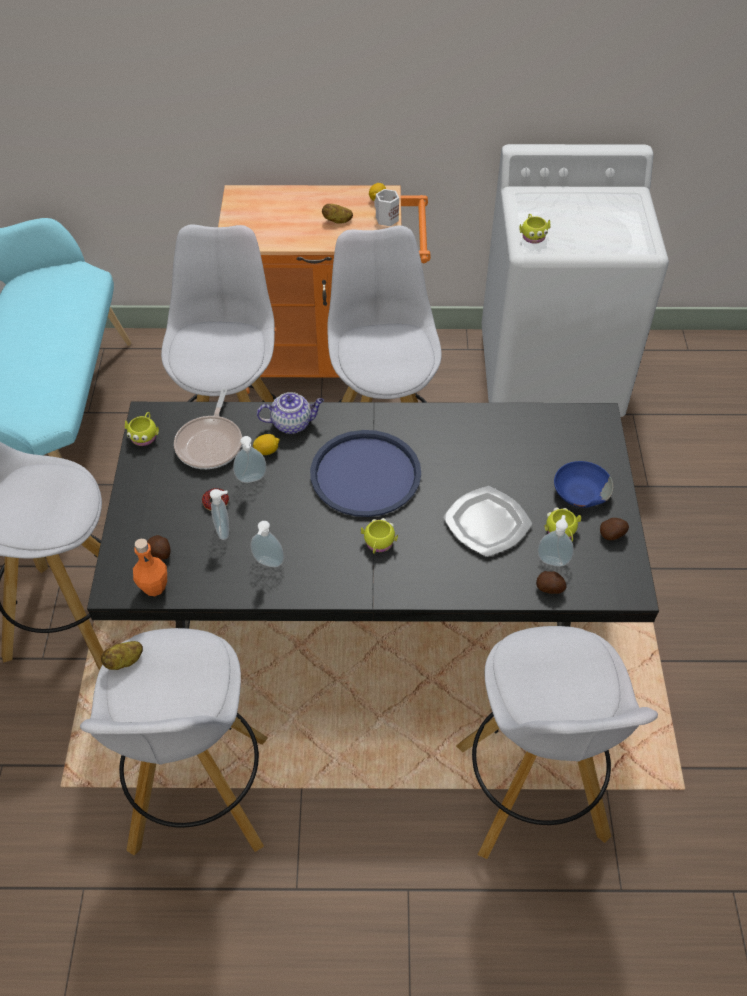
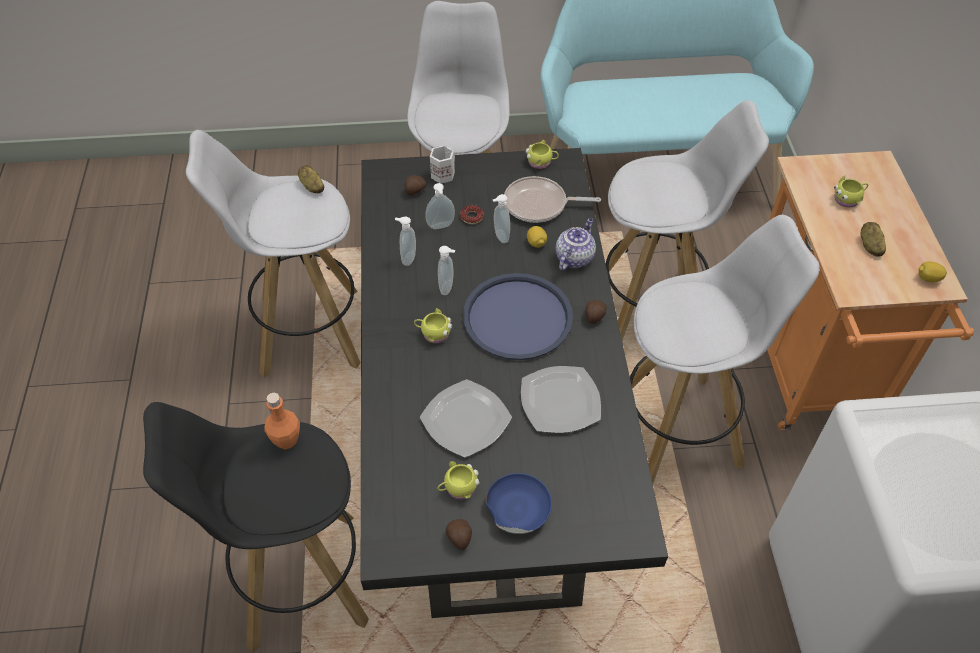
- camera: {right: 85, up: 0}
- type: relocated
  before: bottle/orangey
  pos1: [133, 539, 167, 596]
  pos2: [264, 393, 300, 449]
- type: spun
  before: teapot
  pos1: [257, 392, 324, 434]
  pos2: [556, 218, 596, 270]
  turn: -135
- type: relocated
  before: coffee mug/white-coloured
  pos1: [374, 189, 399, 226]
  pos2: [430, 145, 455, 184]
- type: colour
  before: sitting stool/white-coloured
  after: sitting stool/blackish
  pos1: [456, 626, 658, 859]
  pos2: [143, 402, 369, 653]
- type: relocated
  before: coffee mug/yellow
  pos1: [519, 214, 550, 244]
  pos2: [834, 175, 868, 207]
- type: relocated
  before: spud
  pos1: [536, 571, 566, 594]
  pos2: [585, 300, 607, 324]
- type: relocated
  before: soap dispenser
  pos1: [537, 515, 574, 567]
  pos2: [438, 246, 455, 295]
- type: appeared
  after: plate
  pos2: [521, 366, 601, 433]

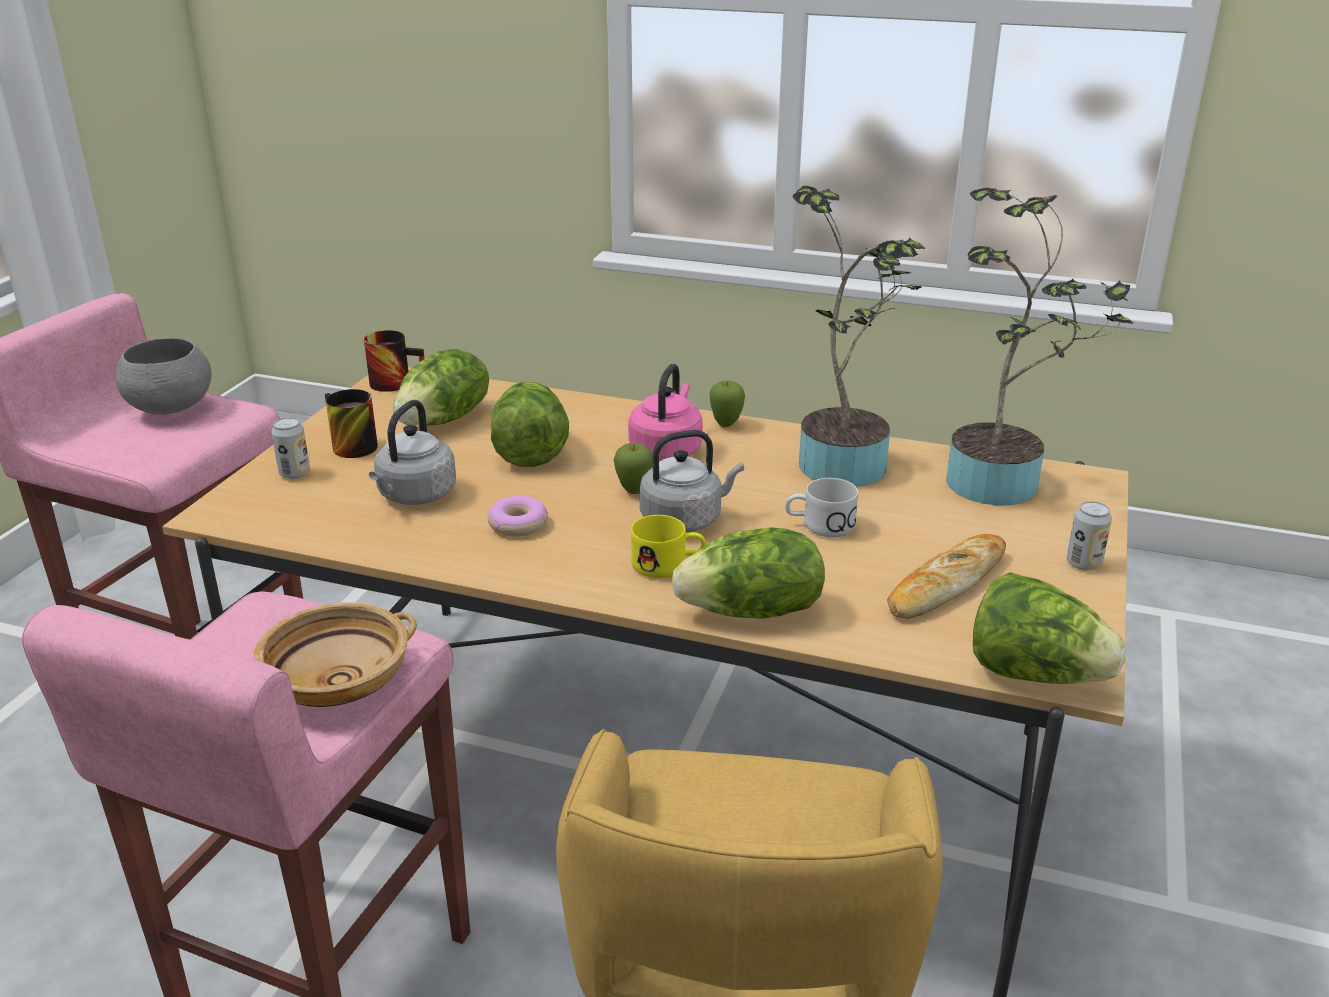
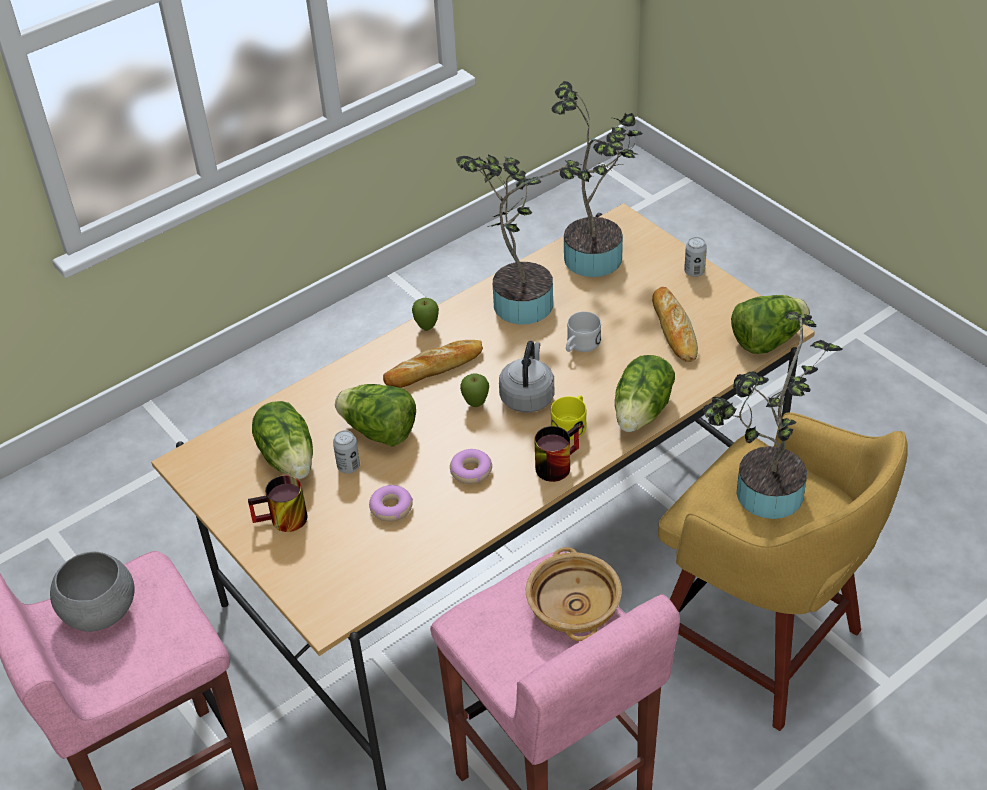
- camera: {right: -55, up: 15}
- type: relocated
  before: sealed can
  pos1: [271, 417, 310, 479]
  pos2: [333, 430, 360, 473]
- type: relocated
  before: coffee mug
  pos1: [364, 330, 424, 392]
  pos2: [534, 425, 579, 482]
- type: exchanged
  before: water kettle/grey
  after: ring doughnut
  pos1: [369, 400, 456, 505]
  pos2: [369, 485, 413, 522]
- type: exchanged
  before: water kettle/pink
  after: baked bread
  pos1: [628, 364, 703, 461]
  pos2: [383, 340, 483, 388]
- type: appeared
  after: houseplant
  pos2: [703, 312, 843, 519]

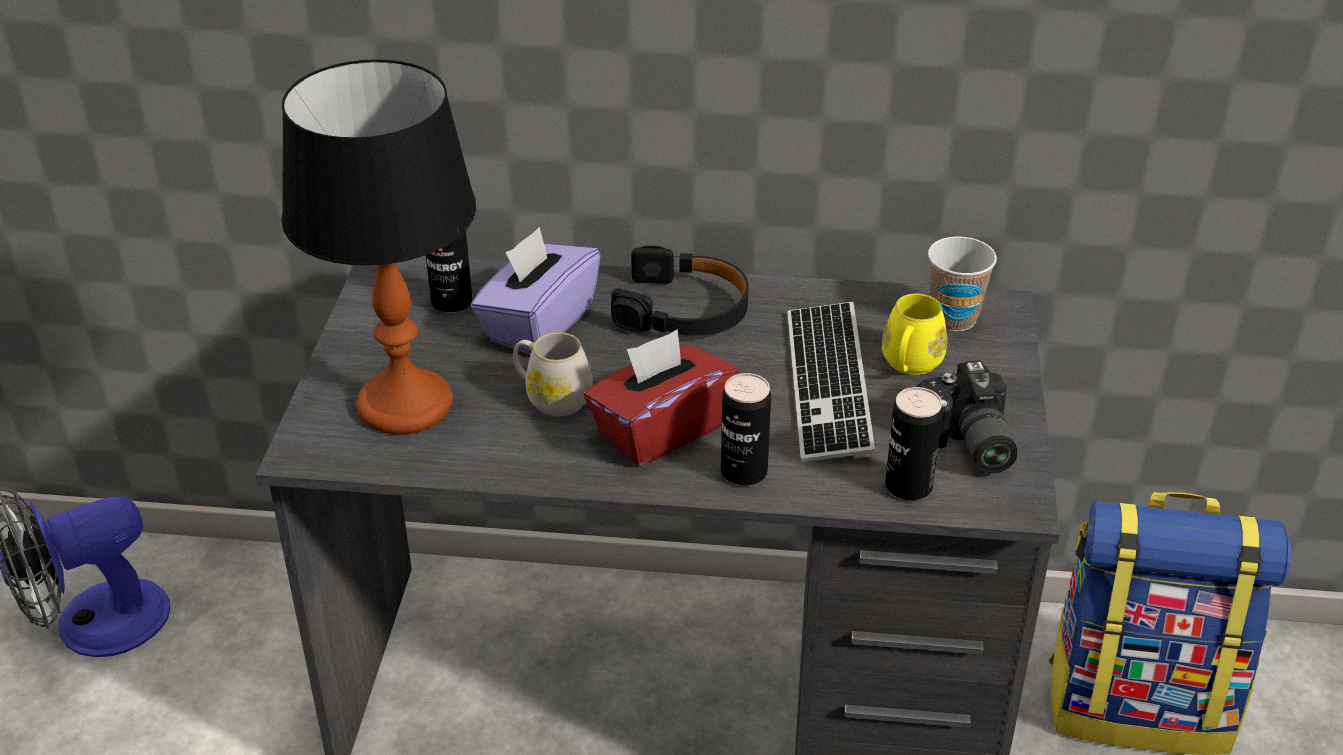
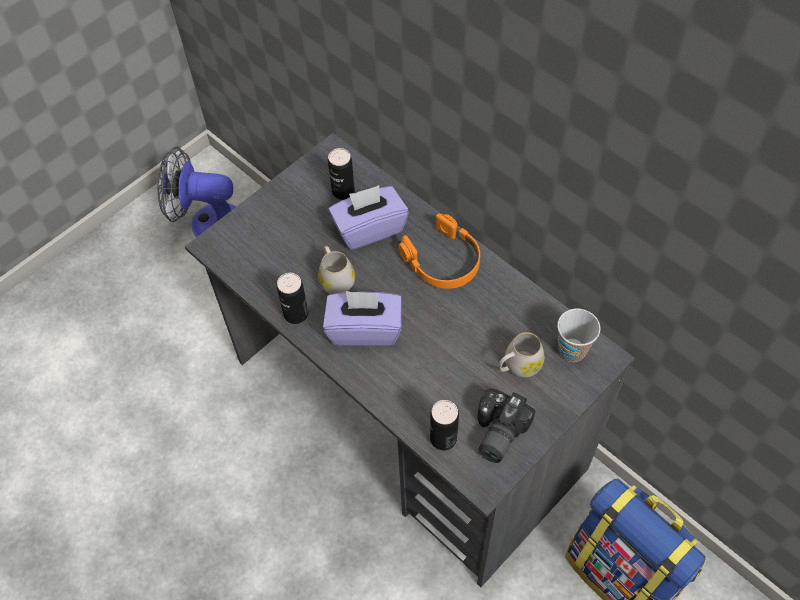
- camera: {right: 40, up: 20}
- type: missing
  before: lamp for a table
  pos1: [281, 59, 477, 434]
- type: colour
  before: box of tissues/reddish
  after: box of tissues/purple-coloured
  pos1: [584, 329, 739, 466]
  pos2: [323, 291, 402, 346]
- type: colour
  before: headphones/blackish
  after: headphones/orangey
  pos1: [611, 246, 749, 336]
  pos2: [398, 213, 480, 289]
- type: relocated
  before: sealed can
  pos1: [721, 373, 771, 486]
  pos2: [277, 273, 308, 324]
- type: missing
  before: PC keyboard
  pos1: [787, 302, 875, 462]
- type: colour
  before: coffee mug/yellow
  after: coffee mug/white-coloured
  pos1: [882, 293, 947, 375]
  pos2: [498, 332, 544, 377]

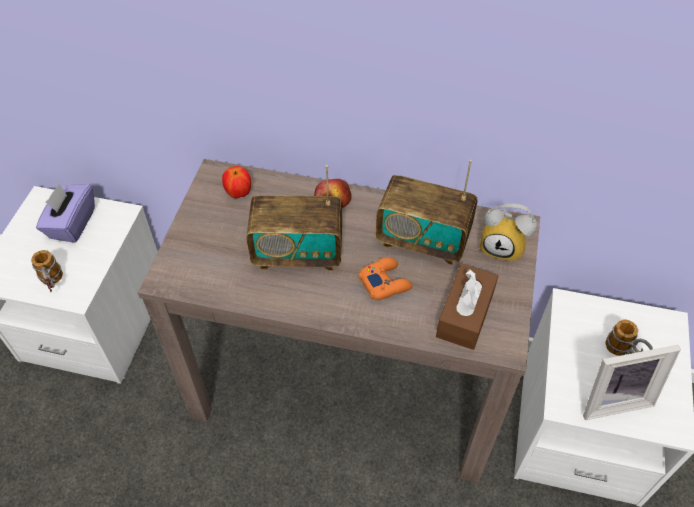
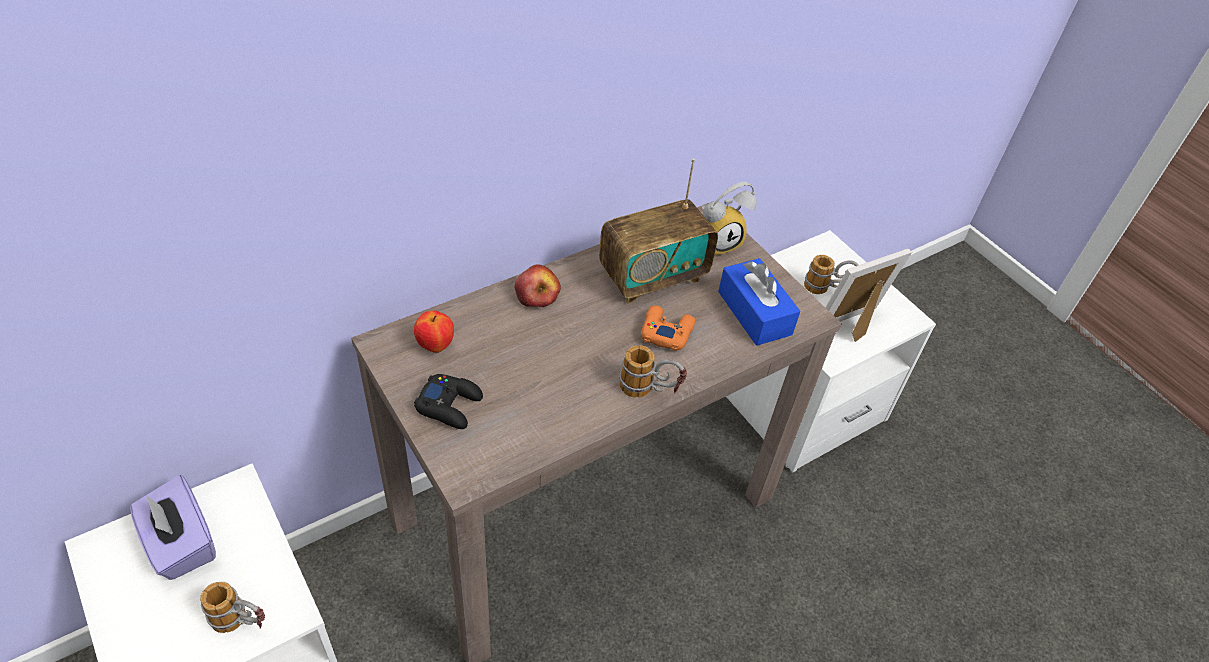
- camera: {right: -50, up: -5}
- type: missing
  before: radio
  pos1: [246, 165, 342, 271]
- type: colour
  before: box of tissues/brownish
  after: box of tissues/blue-coloured
  pos1: [436, 264, 498, 350]
  pos2: [718, 258, 800, 346]
- type: spun
  before: standing frame
  pos1: [583, 345, 681, 420]
  pos2: [825, 248, 912, 342]
  turn: -150
- type: appeared
  after: joypad/blackish
  pos2: [414, 374, 483, 429]
- type: appeared
  after: coffee mug
  pos2: [619, 345, 687, 398]

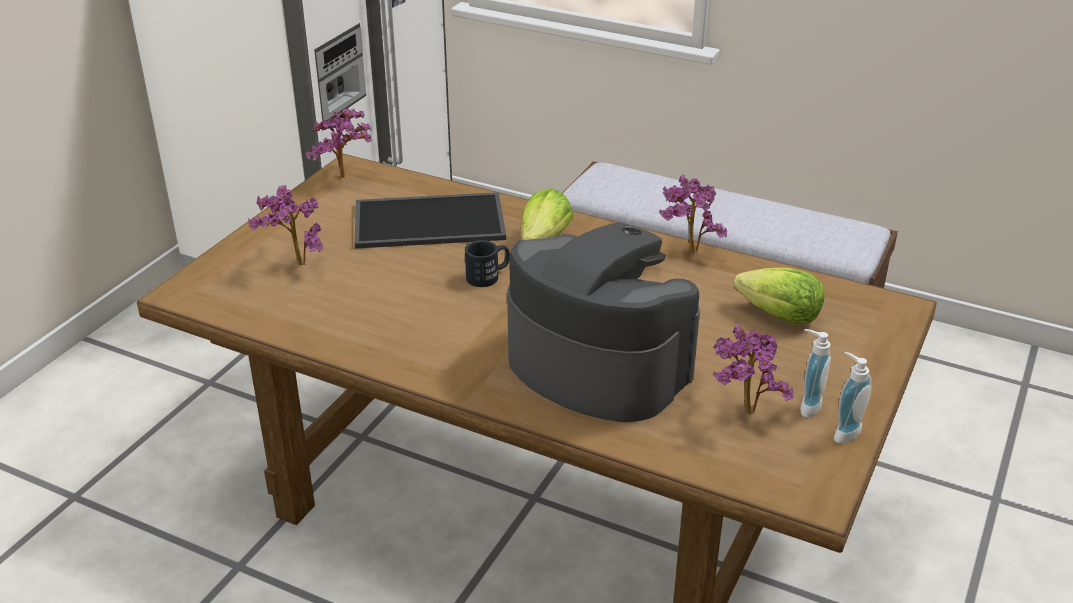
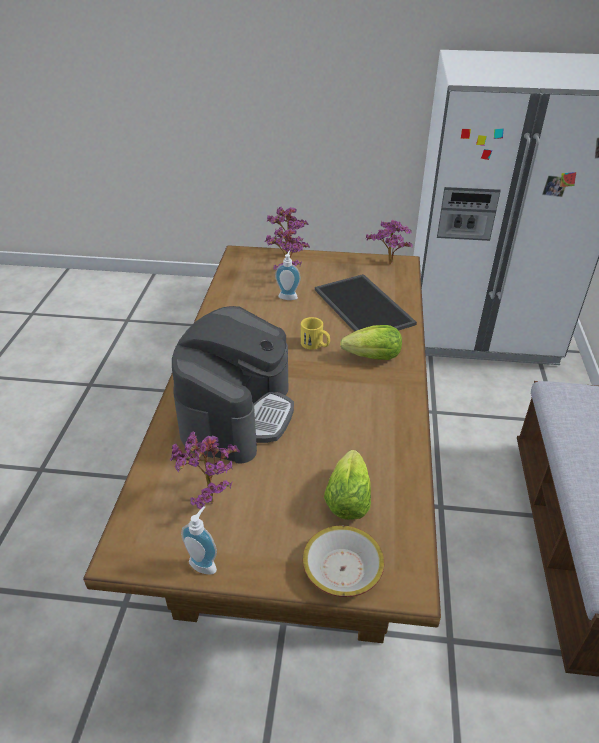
- camera: {right: 70, up: 5}
- type: colour
  before: coffee mug/blackish
  after: coffee mug/yellow
  pos1: [465, 240, 510, 287]
  pos2: [301, 317, 330, 350]
- type: relocated
  before: houseplant
  pos1: [659, 175, 727, 253]
  pos2: [267, 207, 308, 255]
- type: relocated
  before: soap dispenser
  pos1: [801, 329, 831, 418]
  pos2: [275, 251, 301, 300]
- type: appeared
  after: bowl
  pos2: [302, 526, 384, 597]

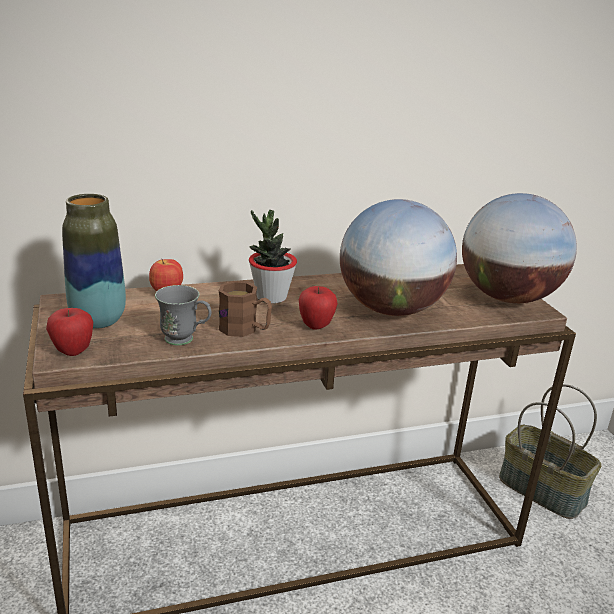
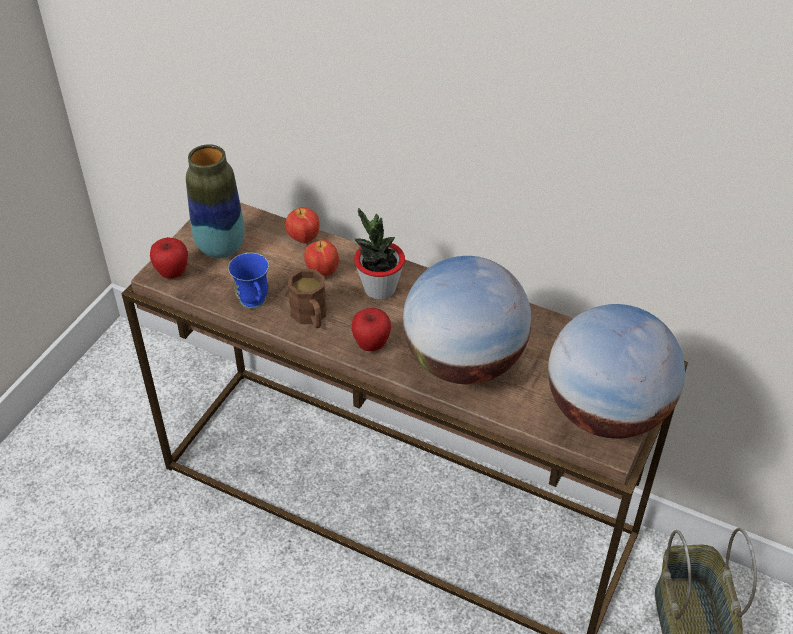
- camera: {right: 45, up: 20}
- type: colour
  before: coffee mug/grey
  after: coffee mug/blue-coloured
  pos1: [155, 285, 211, 345]
  pos2: [228, 253, 269, 309]
- type: appeared
  after: apple fruit
  pos2: [304, 240, 339, 276]

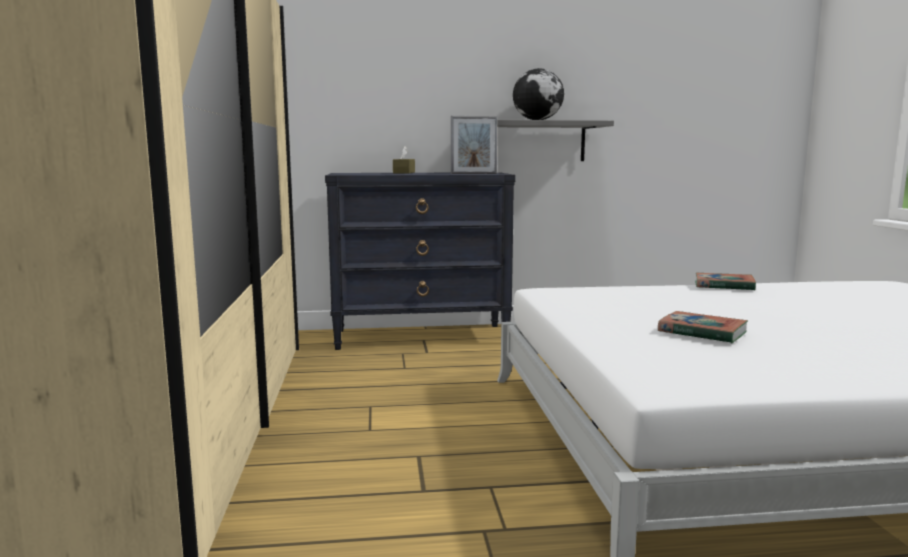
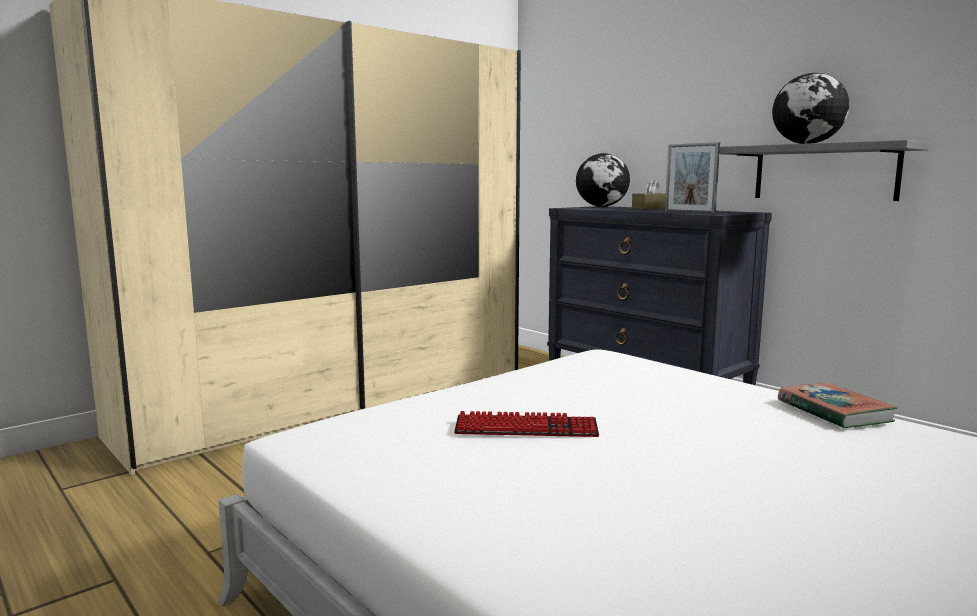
- camera: {right: 55, up: 0}
- type: exchanged
  before: book
  after: PC keyboard
  pos1: [658, 311, 748, 343]
  pos2: [454, 411, 599, 437]
- type: appeared
  after: desk globe
  pos2: [576, 153, 630, 207]

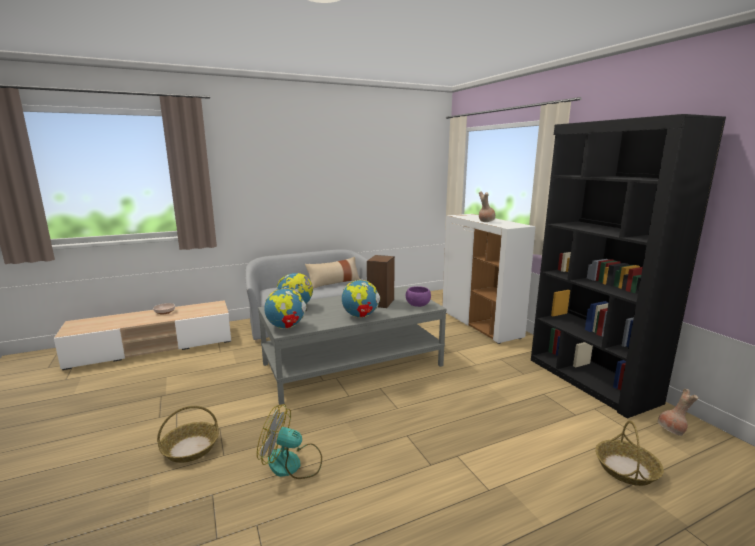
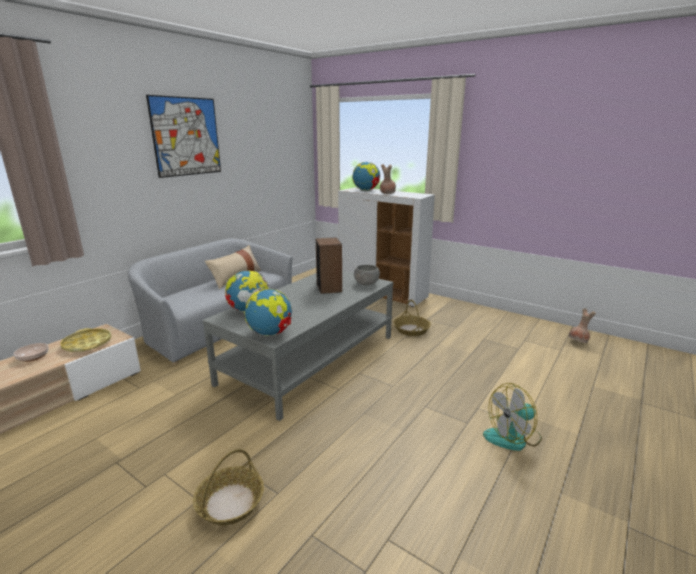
- camera: {right: -30, up: 5}
- type: relocated
  before: fan
  pos1: [257, 404, 322, 479]
  pos2: [483, 383, 542, 451]
- type: relocated
  before: desk globe
  pos1: [342, 279, 380, 318]
  pos2: [352, 162, 380, 191]
- type: colour
  before: bowl/purple-coloured
  after: bowl/grey
  pos1: [406, 286, 431, 307]
  pos2: [354, 265, 380, 285]
- type: missing
  before: bookshelf/blackish
  pos1: [531, 114, 726, 419]
- type: relocated
  before: household basket
  pos1: [595, 421, 664, 486]
  pos2: [394, 300, 431, 336]
- type: appeared
  after: carrying tray/yellow
  pos2: [60, 328, 111, 352]
- type: appeared
  after: picture
  pos2: [146, 95, 221, 178]

